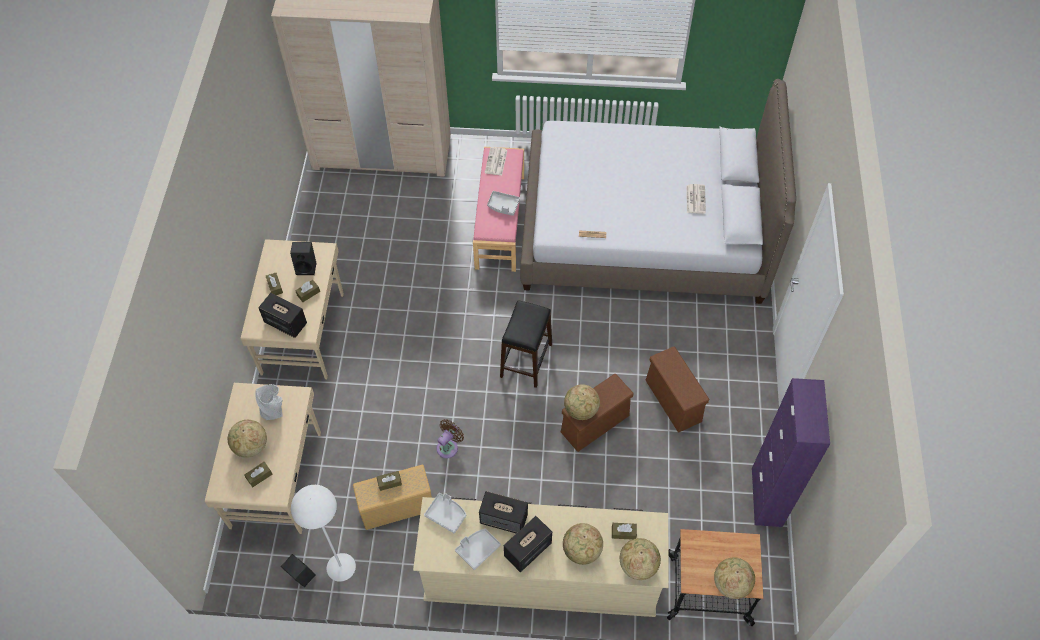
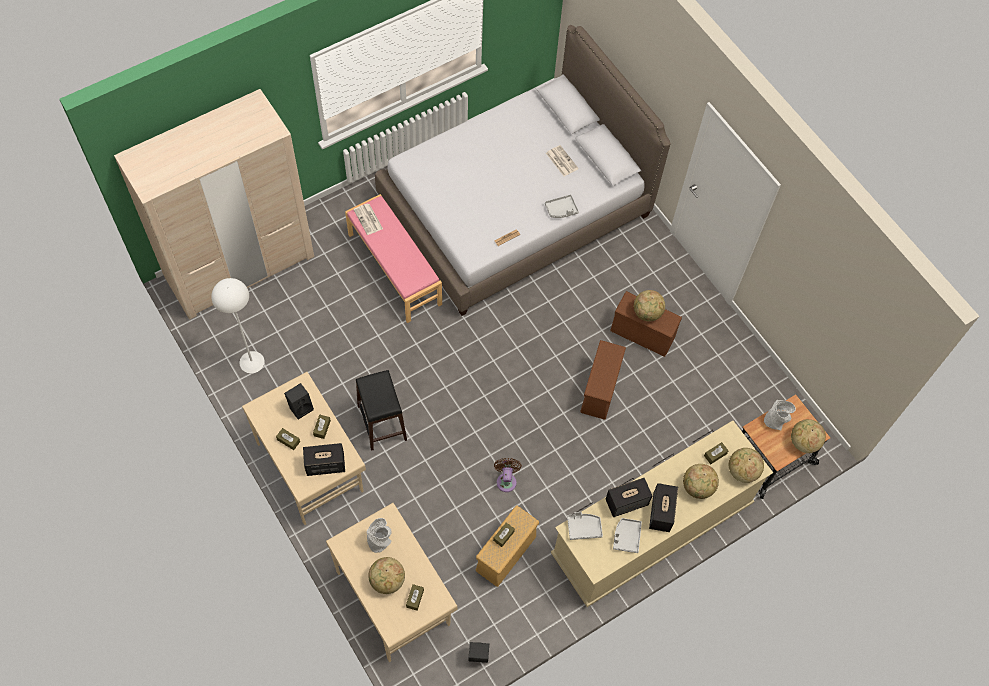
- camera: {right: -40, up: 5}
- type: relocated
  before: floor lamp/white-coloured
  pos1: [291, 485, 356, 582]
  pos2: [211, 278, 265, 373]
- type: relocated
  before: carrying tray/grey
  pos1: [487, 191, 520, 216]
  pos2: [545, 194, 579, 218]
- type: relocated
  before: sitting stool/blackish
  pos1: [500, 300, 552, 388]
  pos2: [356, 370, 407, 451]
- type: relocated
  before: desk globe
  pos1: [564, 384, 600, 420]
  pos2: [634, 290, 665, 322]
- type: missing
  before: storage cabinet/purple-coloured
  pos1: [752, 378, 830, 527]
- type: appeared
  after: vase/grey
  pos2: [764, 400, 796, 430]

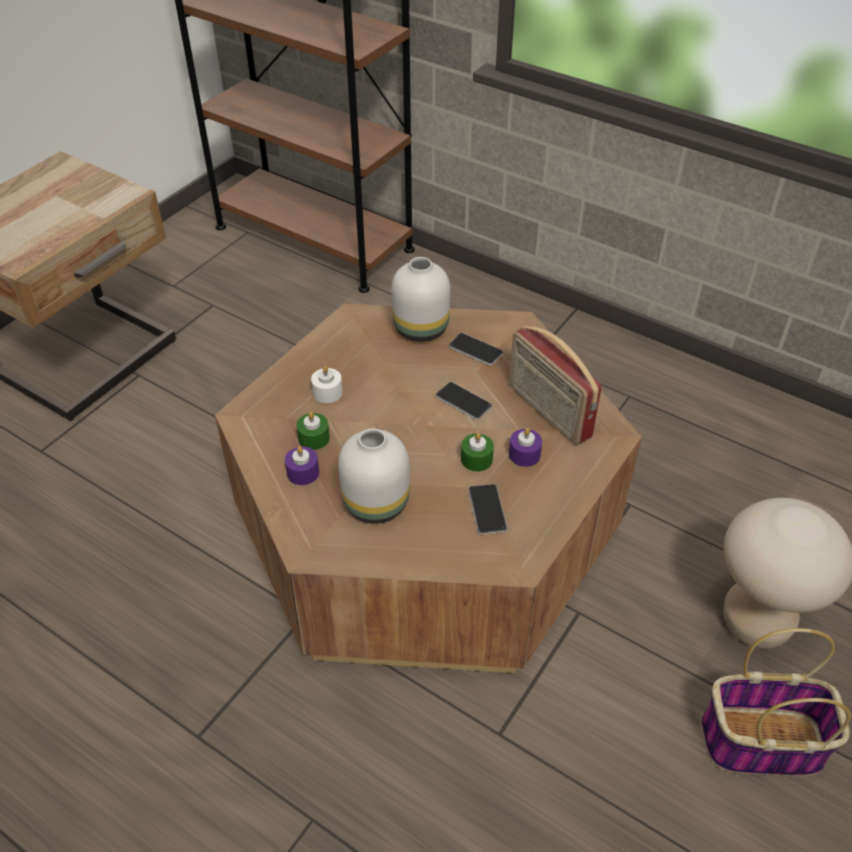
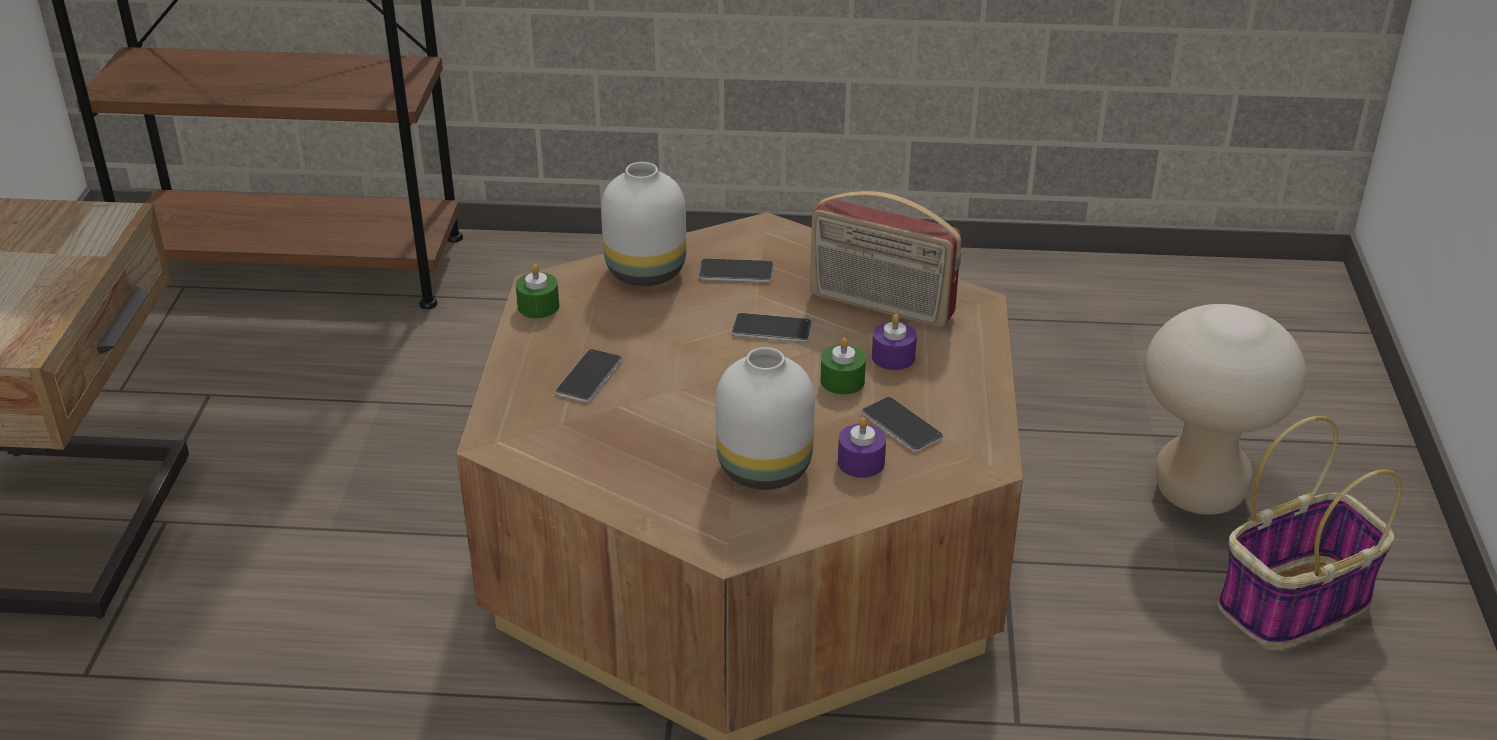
- camera: {right: -30, up: -10}
- type: relocated
  before: candle/purple-coloured
  pos1: [285, 446, 319, 485]
  pos2: [838, 417, 886, 478]
- type: relocated
  before: candle/green
  pos1: [296, 412, 330, 450]
  pos2: [516, 264, 559, 318]
- type: exchanged
  before: candle/white-coloured
  after: handset
  pos1: [311, 366, 343, 403]
  pos2: [555, 349, 622, 402]

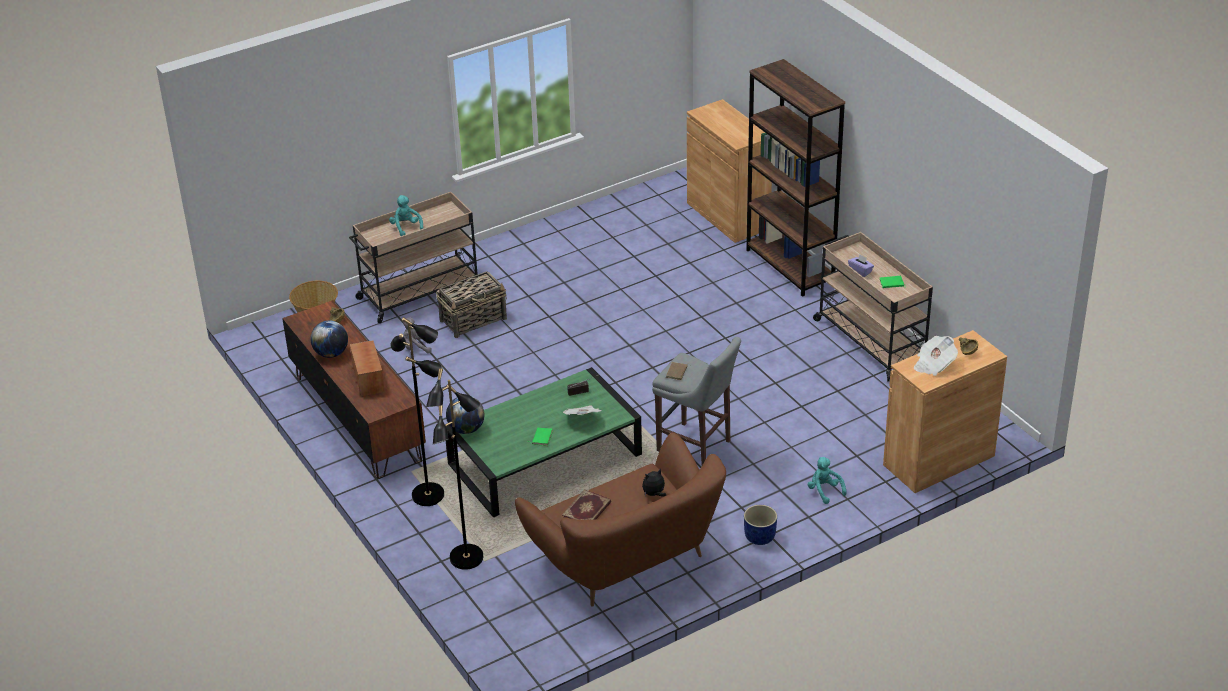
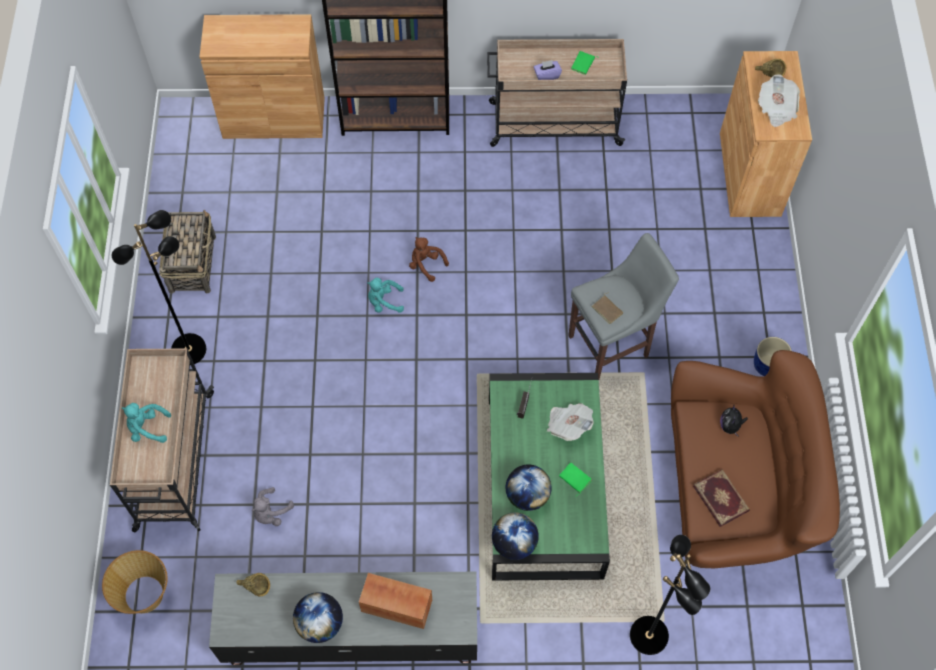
- camera: {right: -60, up: 25}
- type: colour
  before: tv stand/brownish
  after: tv stand/grey
  pos1: [282, 300, 426, 479]
  pos2: [209, 572, 477, 665]
- type: relocated
  before: floor lamp/blackish
  pos1: [391, 317, 444, 506]
  pos2: [112, 210, 206, 365]
- type: relocated
  before: household basket
  pos1: [436, 271, 507, 338]
  pos2: [159, 210, 216, 294]
- type: relocated
  before: plush toy/blue-green
  pos1: [808, 457, 847, 504]
  pos2: [367, 278, 404, 313]
- type: appeared
  after: plush toy/brownish
  pos2: [409, 237, 449, 282]
- type: appeared
  after: desk globe
  pos2: [506, 465, 552, 511]

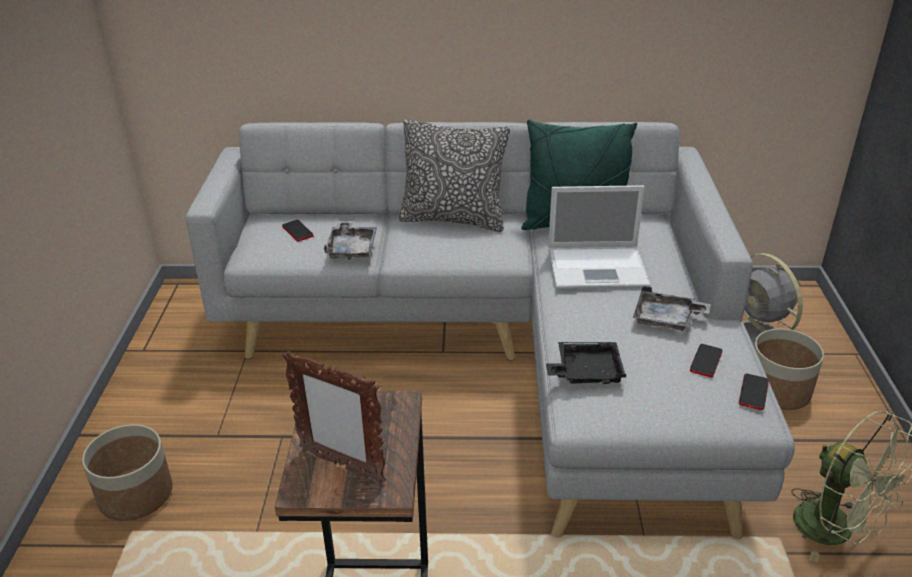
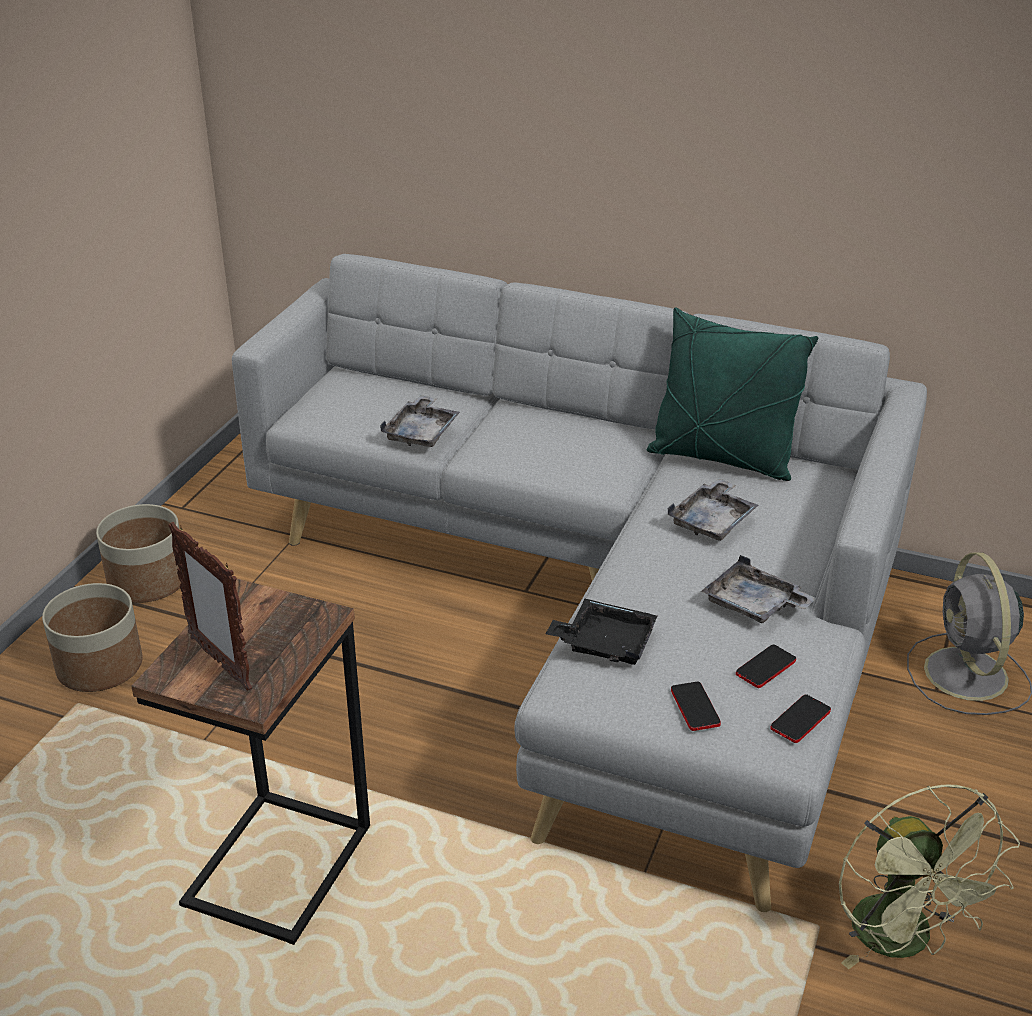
- camera: {right: 20, up: 0}
- type: relocated
  before: handset
  pos1: [282, 220, 313, 242]
  pos2: [671, 681, 721, 731]
- type: missing
  before: pillow
  pos1: [399, 119, 510, 232]
- type: exchanged
  before: portable computer
  after: carrying tray/grey
  pos1: [548, 185, 651, 289]
  pos2: [667, 478, 759, 541]
- type: relocated
  before: plant pot
  pos1: [754, 329, 824, 410]
  pos2: [96, 504, 182, 603]

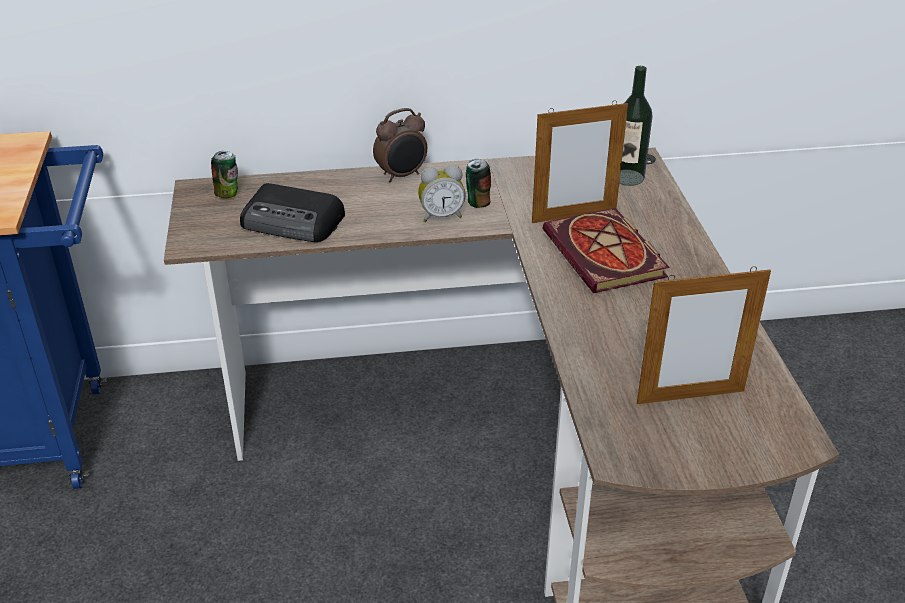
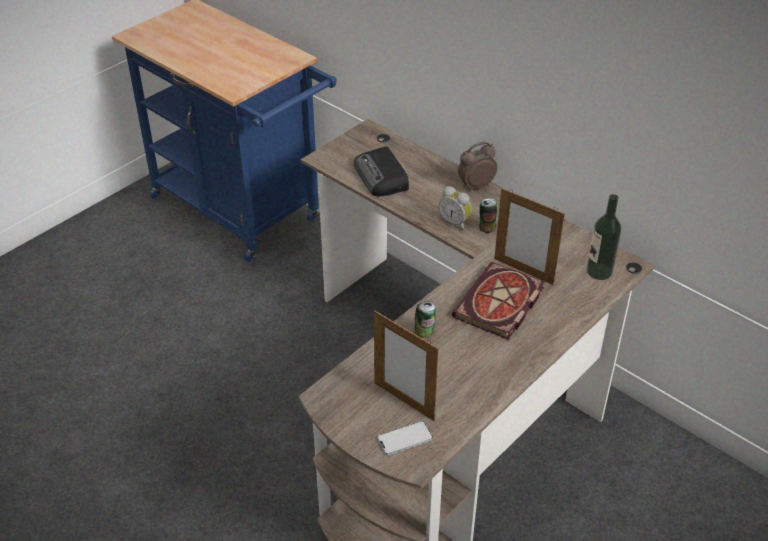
- camera: {right: 50, up: 5}
- type: relocated
  before: sealed can
  pos1: [211, 151, 238, 198]
  pos2: [414, 301, 436, 338]
- type: spun
  before: table clock
  pos1: [373, 108, 427, 182]
  pos2: [458, 142, 497, 192]
  turn: 135
- type: appeared
  after: handset
  pos2: [377, 421, 433, 455]

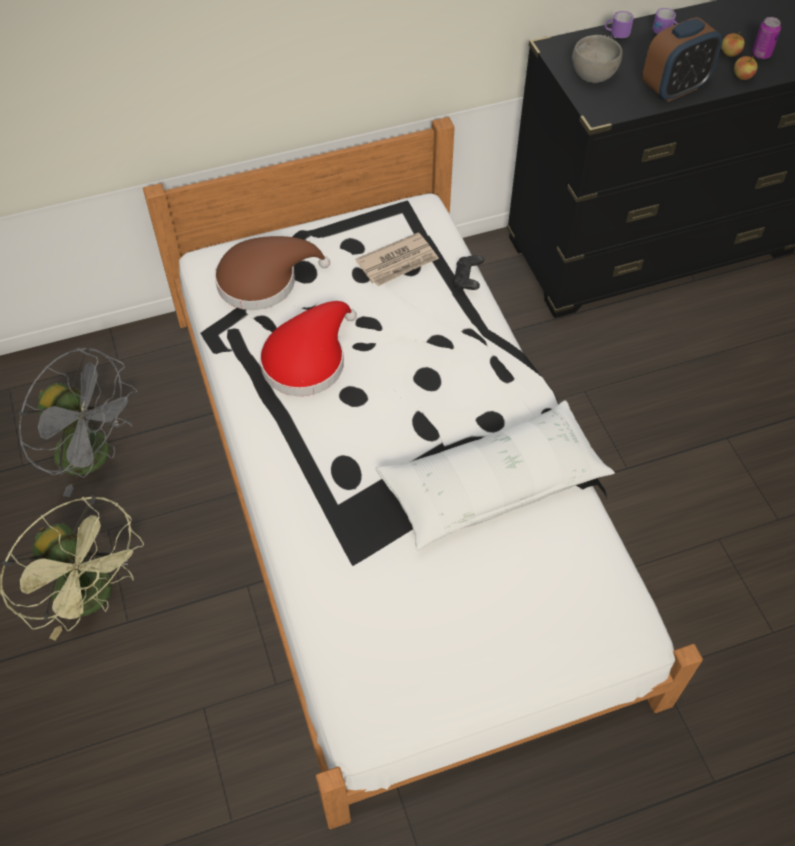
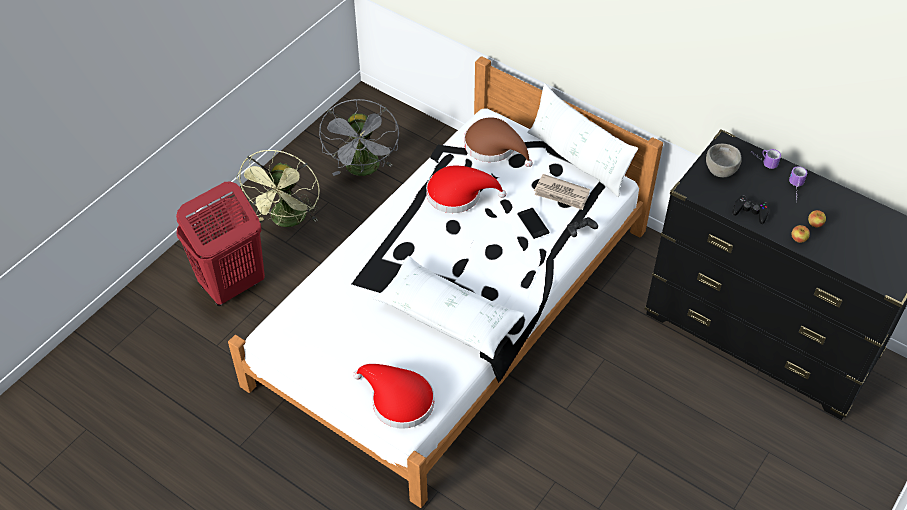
- camera: {right: 55, up: -5}
- type: exchanged
  before: table clock
  after: joypad/blackish
  pos1: [642, 17, 722, 102]
  pos2: [733, 195, 769, 224]
- type: missing
  before: sealed can
  pos1: [752, 17, 781, 59]
- type: appeared
  after: laundry basket/reddish
  pos2: [176, 181, 265, 306]
- type: appeared
  after: wearable hat/reddish
  pos2: [353, 364, 434, 429]
- type: appeared
  after: handset
  pos2: [517, 208, 549, 239]
- type: appeared
  after: pillow/white-coloured
  pos2: [527, 83, 638, 197]

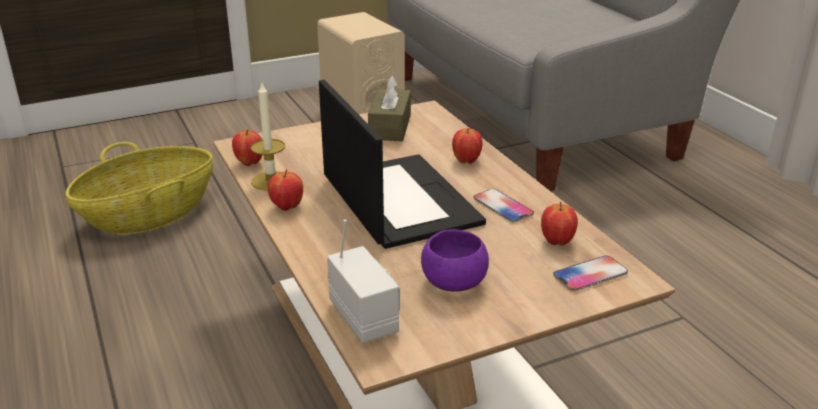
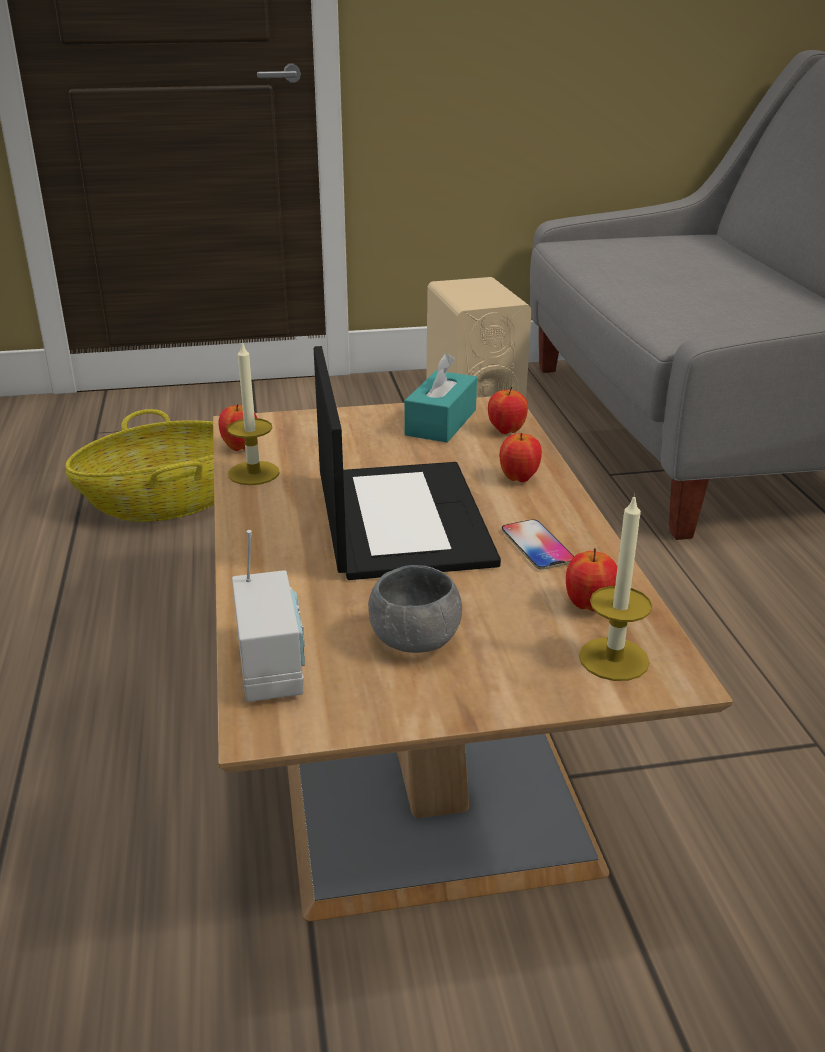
- camera: {right: 15, up: 0}
- type: relocated
  before: apple fruit
  pos1: [268, 169, 303, 211]
  pos2: [488, 386, 528, 434]
- type: colour
  before: box of tissues/brownish
  after: box of tissues/blue-green
  pos1: [368, 75, 411, 141]
  pos2: [404, 353, 477, 443]
- type: colour
  before: bowl/purple-coloured
  after: bowl/grey
  pos1: [421, 229, 489, 292]
  pos2: [368, 565, 462, 653]
- type: exchanged
  before: handset
  after: candle
  pos1: [553, 256, 628, 291]
  pos2: [579, 494, 652, 681]

